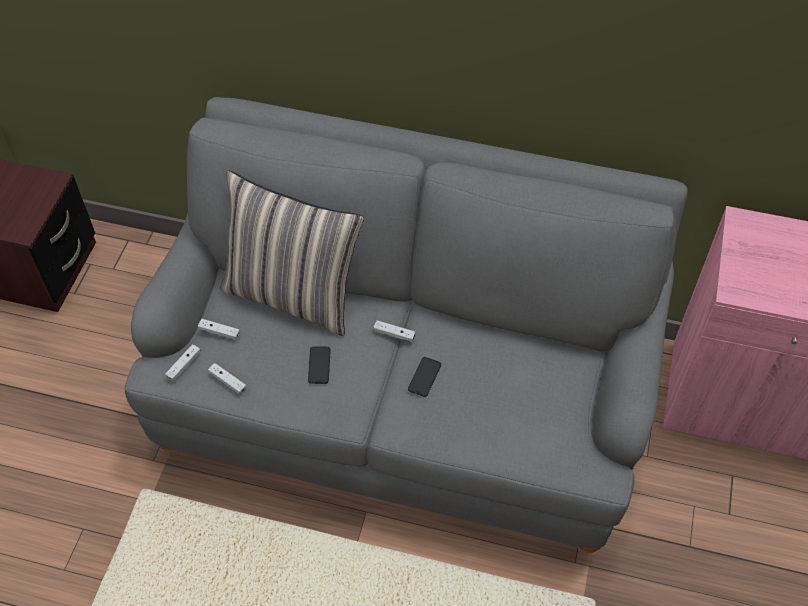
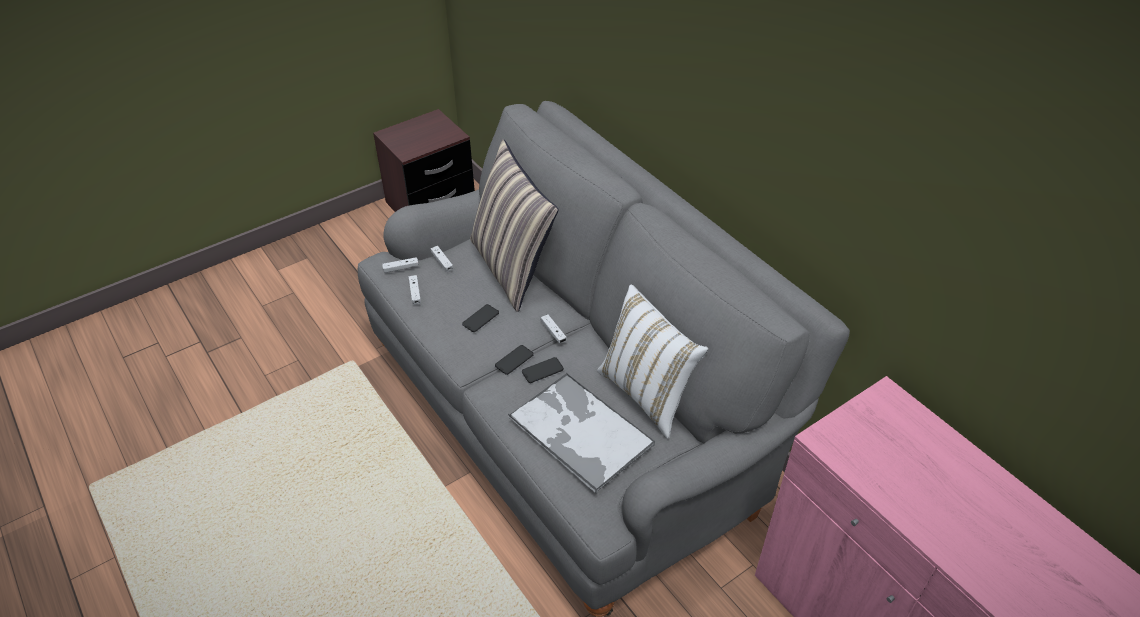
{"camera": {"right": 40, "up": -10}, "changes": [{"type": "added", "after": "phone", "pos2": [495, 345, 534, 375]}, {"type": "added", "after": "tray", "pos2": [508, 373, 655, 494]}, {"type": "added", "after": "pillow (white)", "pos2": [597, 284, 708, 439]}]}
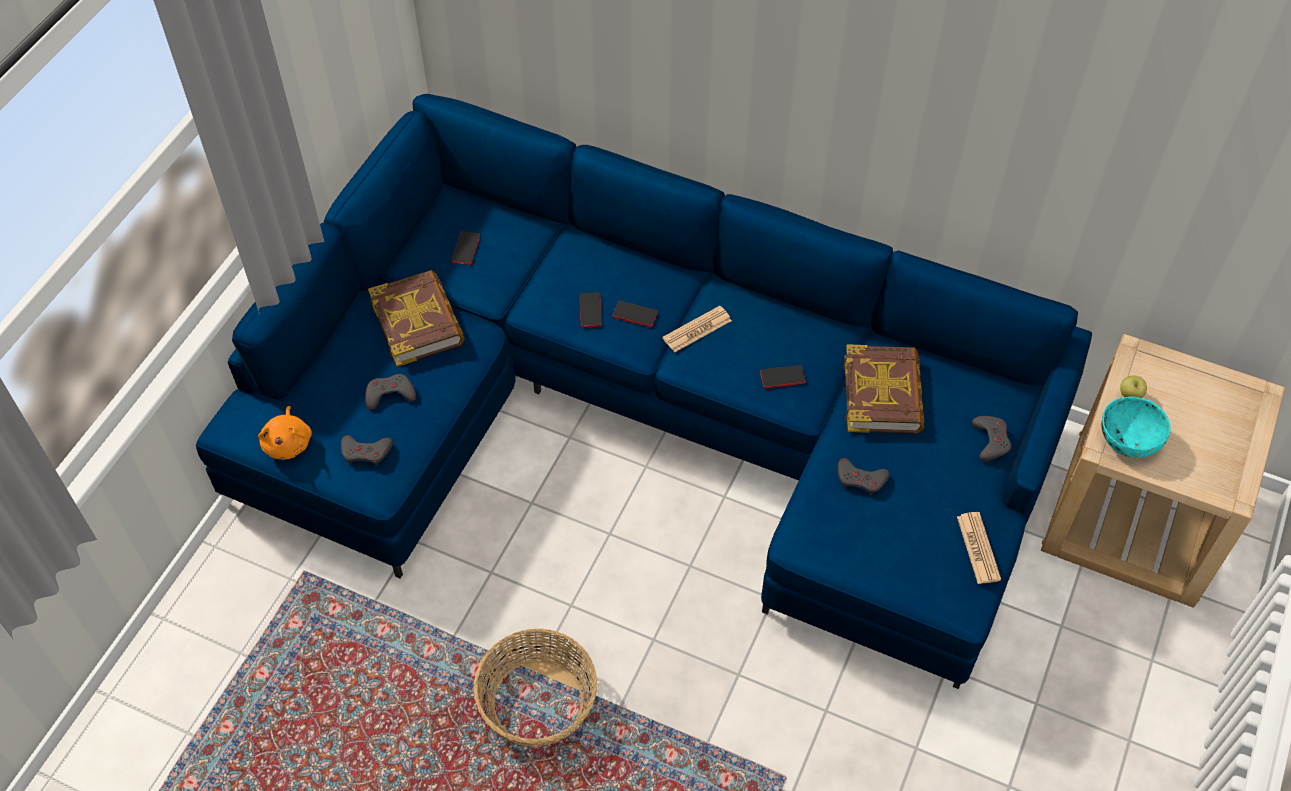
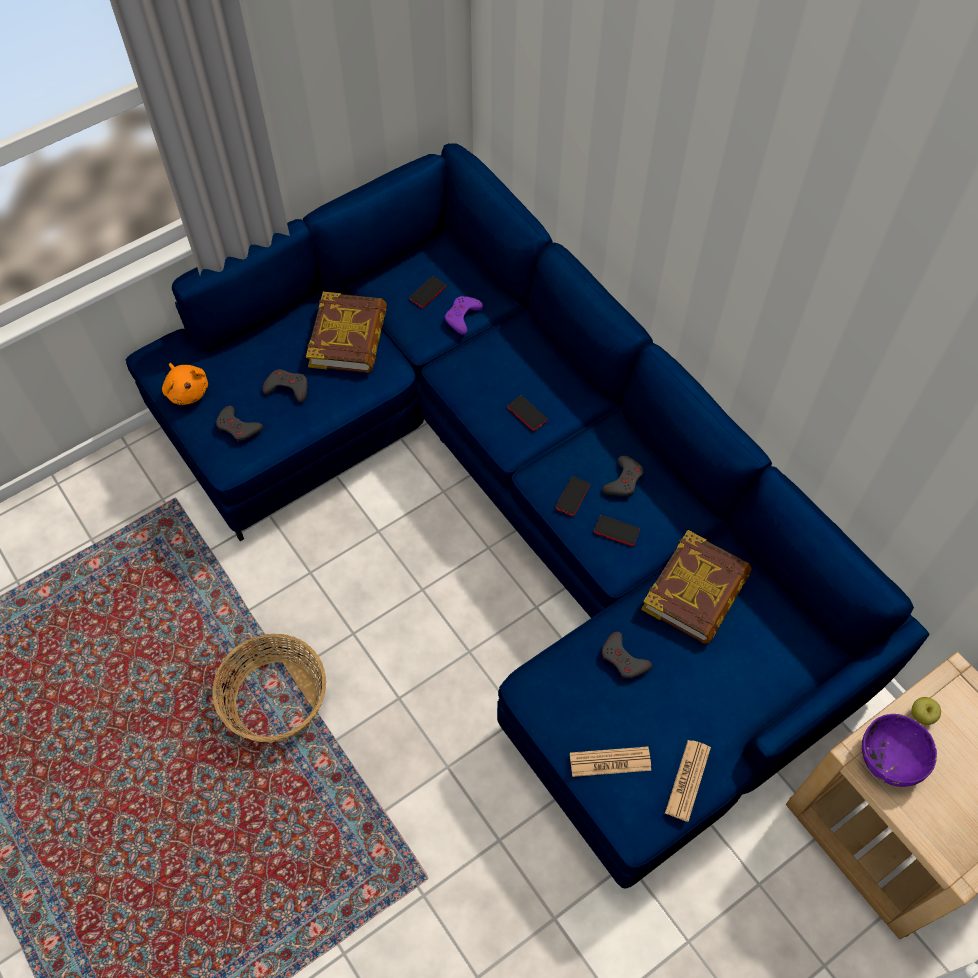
{"camera": {"right": 30, "up": 5}, "changes": [{"type": "added", "after": "game controller (purple)", "pos2": [445, 296, 483, 335]}, {"type": "moved", "before": "phone", "pos1": [580, 292, 602, 327], "pos2": [556, 476, 590, 516]}, {"type": "moved", "before": "newspaper", "pos1": [663, 306, 732, 352], "pos2": [570, 746, 651, 777]}, {"type": "moved", "before": "game controller (grey)", "pos1": [972, 416, 1011, 461], "pos2": [602, 456, 644, 496]}, {"type": "recoloured", "before": "bowl (turquoise)", "after": "bowl (purple)", "pos1": [1101, 397, 1170, 458], "pos2": [862, 714, 937, 787]}, {"type": "turned", "before": "plush toy (orange)", "pos1": [258, 406, 312, 460], "pos2": [162, 363, 208, 405], "turn": -60}]}
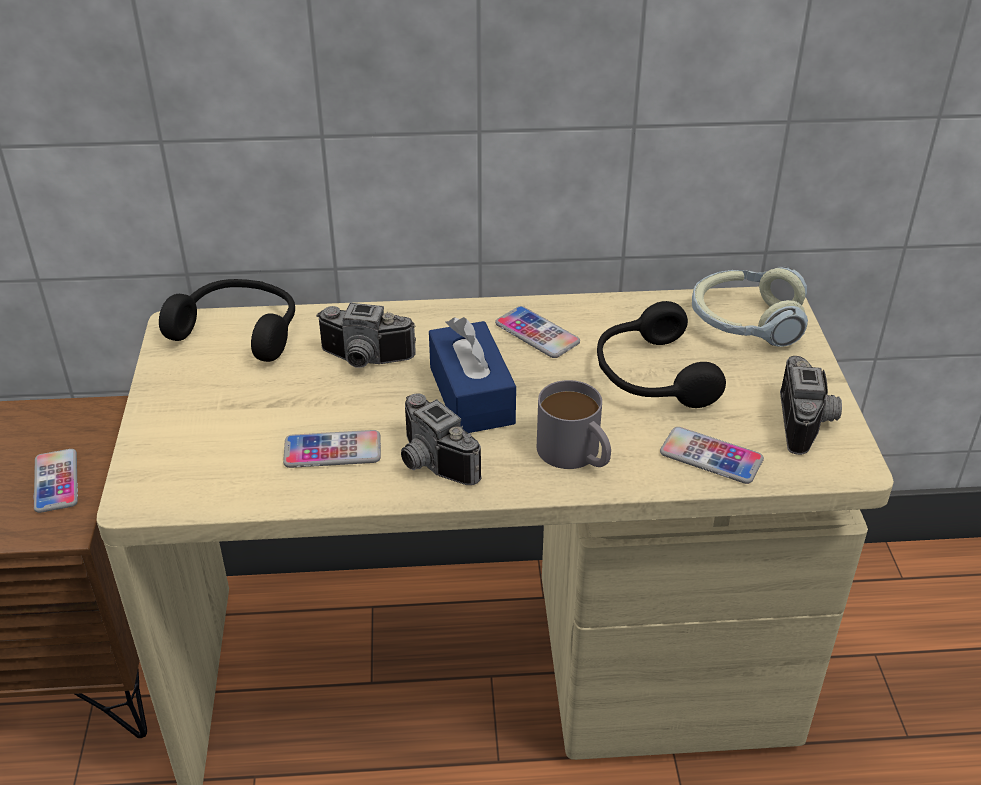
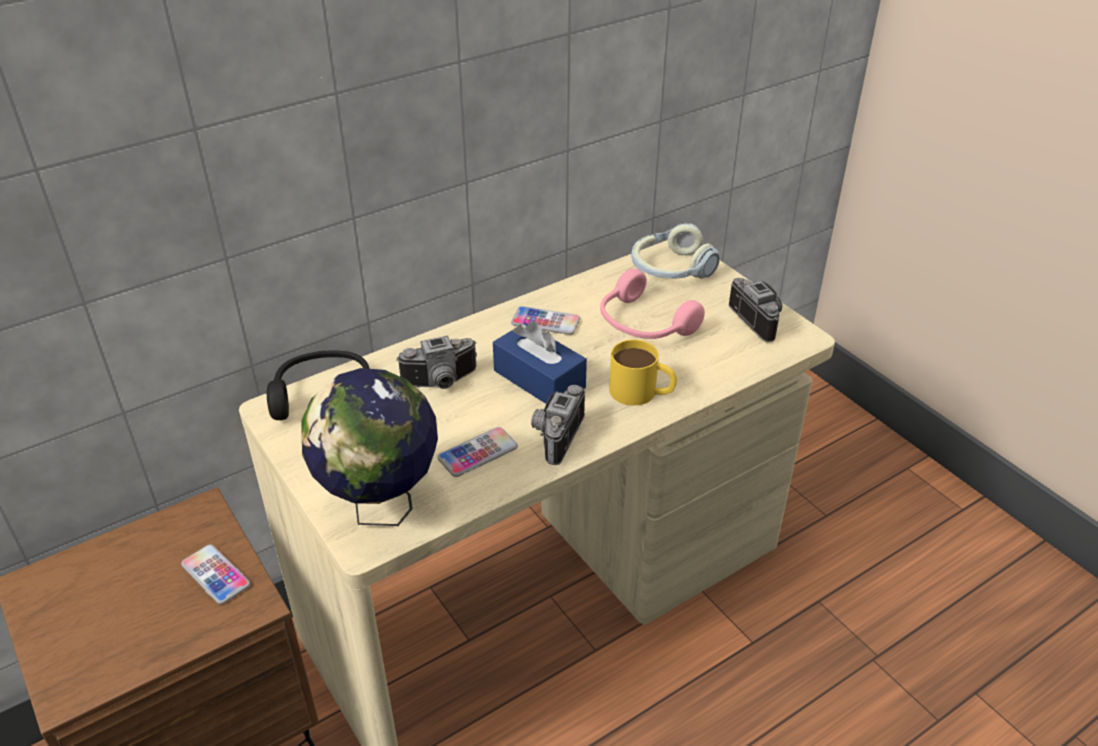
{"camera": {"right": -30, "up": 0}, "changes": [{"type": "removed", "before": "phone", "pos1": [660, 427, 764, 484]}, {"type": "added", "after": "globe", "pos2": [302, 368, 438, 526]}, {"type": "recoloured", "before": "mug (grey)", "after": "mug (yellow)", "pos1": [537, 380, 611, 469], "pos2": [609, 340, 677, 406]}, {"type": "recoloured", "before": "headphones (black)", "after": "headphones (pink)", "pos1": [597, 301, 726, 408], "pos2": [600, 269, 705, 339]}, {"type": "turned", "before": "photo camera", "pos1": [401, 394, 482, 485], "pos2": [531, 385, 585, 465], "turn": 90}]}
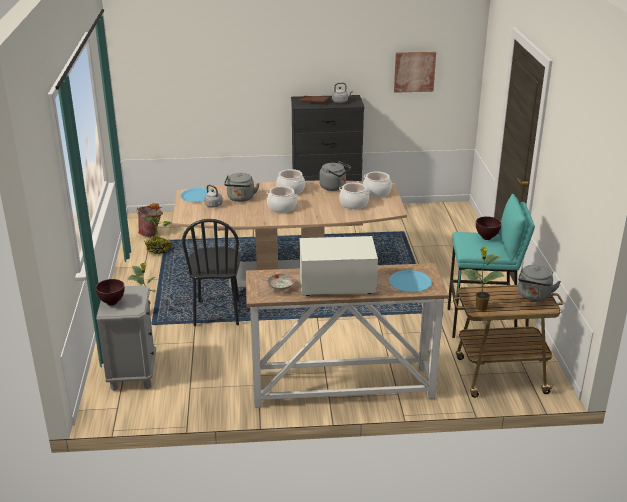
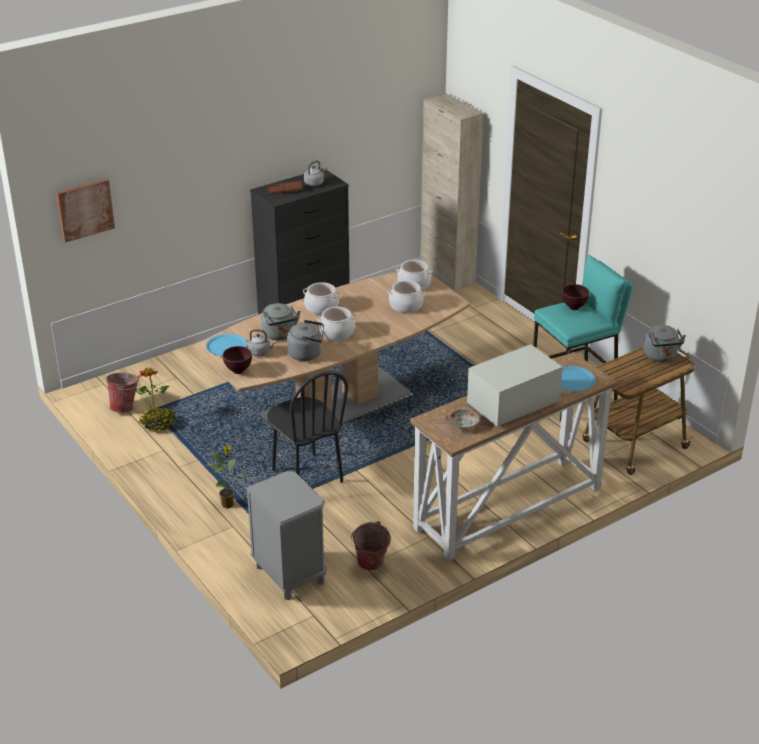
{"camera": {"right": -30, "up": 5}, "changes": [{"type": "removed", "before": "potted plant", "pos1": [462, 247, 505, 311]}, {"type": "added", "after": "bucket", "pos2": [351, 521, 391, 570]}, {"type": "added", "after": "cabinet (beige)", "pos2": [420, 93, 484, 292]}, {"type": "moved", "before": "bowl (brown)", "pos1": [96, 279, 125, 306], "pos2": [223, 346, 252, 374]}, {"type": "moved", "before": "kettle (grey)", "pos1": [319, 161, 351, 191], "pos2": [287, 320, 324, 361]}, {"type": "moved", "before": "picture", "pos1": [394, 52, 436, 93], "pos2": [56, 178, 115, 243]}]}
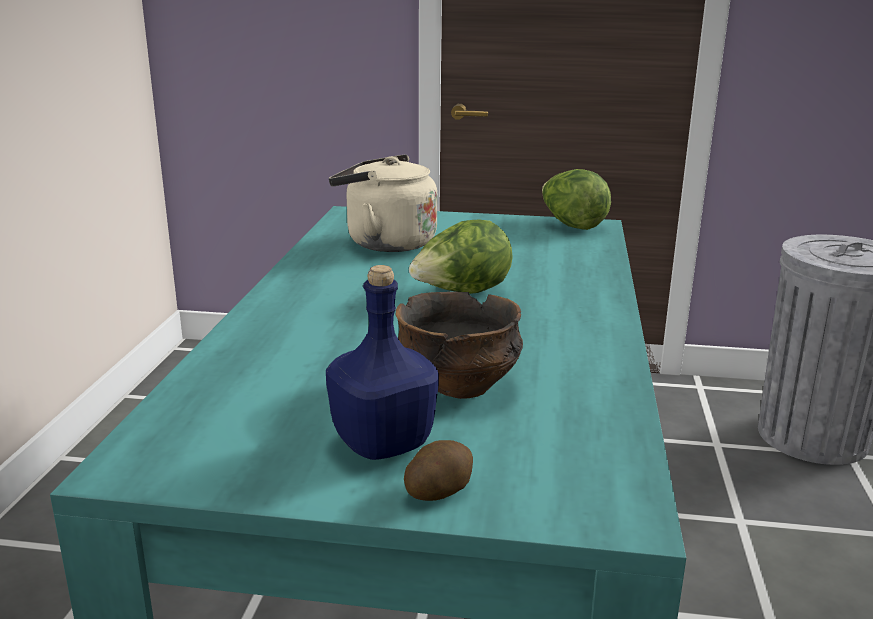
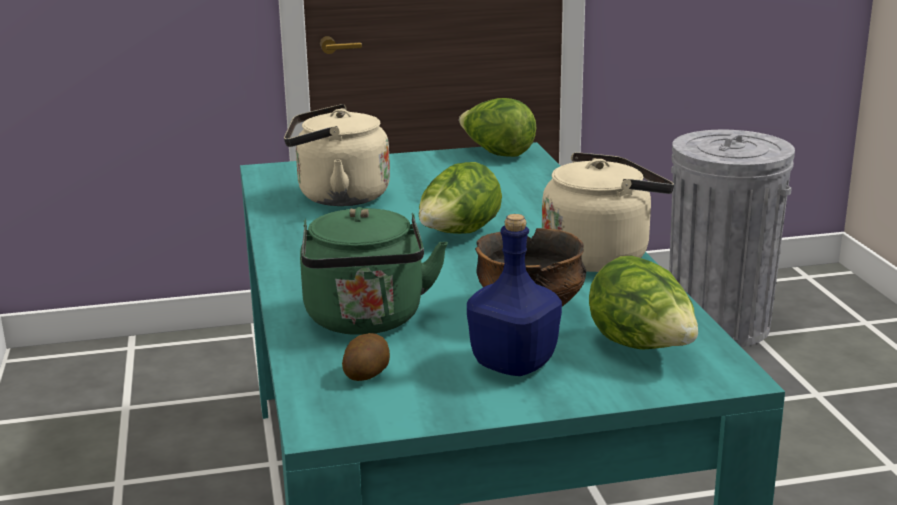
{"camera": {"right": -20, "up": 0}, "changes": [{"type": "added", "after": "kettle (green)", "pos2": [300, 207, 448, 335]}, {"type": "added", "after": "kettle (beige)", "pos2": [542, 152, 674, 272]}, {"type": "added", "after": "lettuce", "pos2": [589, 255, 698, 349]}, {"type": "moved", "before": "potato", "pos1": [404, 440, 473, 501], "pos2": [342, 333, 390, 381]}]}
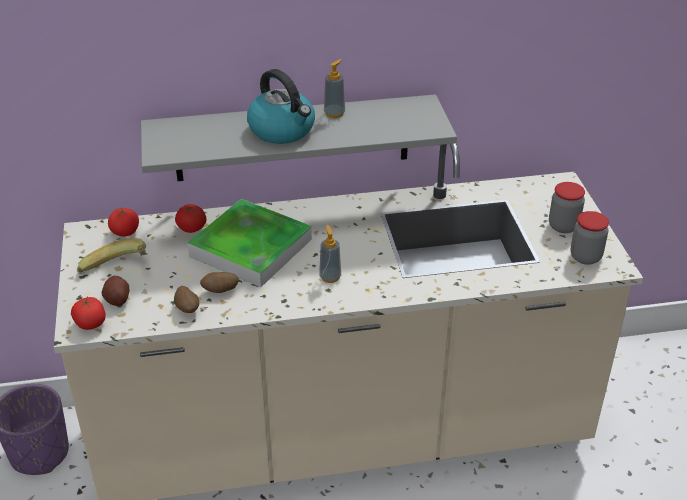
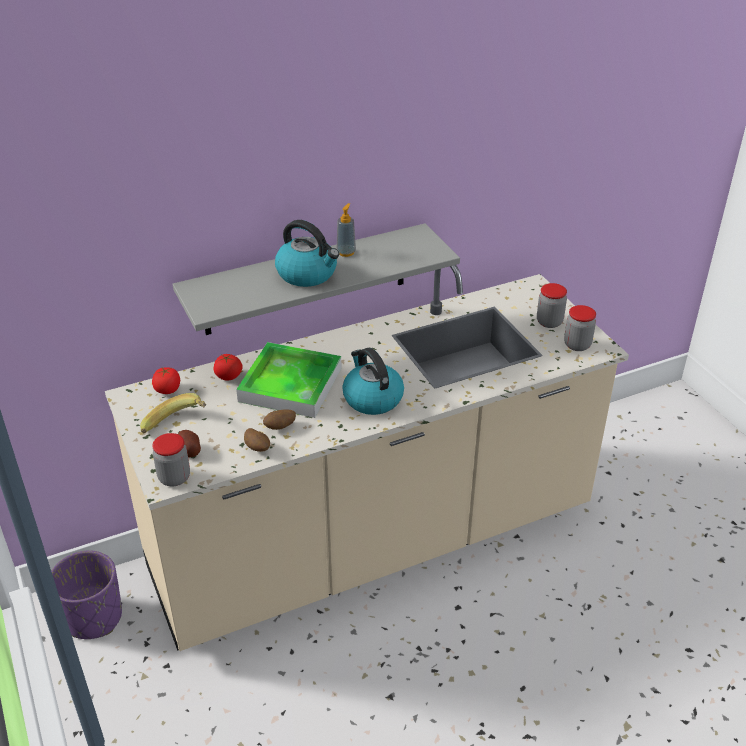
{"camera": {"right": -15, "up": 0}, "changes": [{"type": "replaced", "before": "tomato", "after": "jar", "pos1": [71, 297, 106, 330], "pos2": [152, 433, 190, 487]}, {"type": "replaced", "before": "soap dispenser", "after": "kettle", "pos1": [319, 225, 341, 283], "pos2": [342, 348, 404, 415]}]}
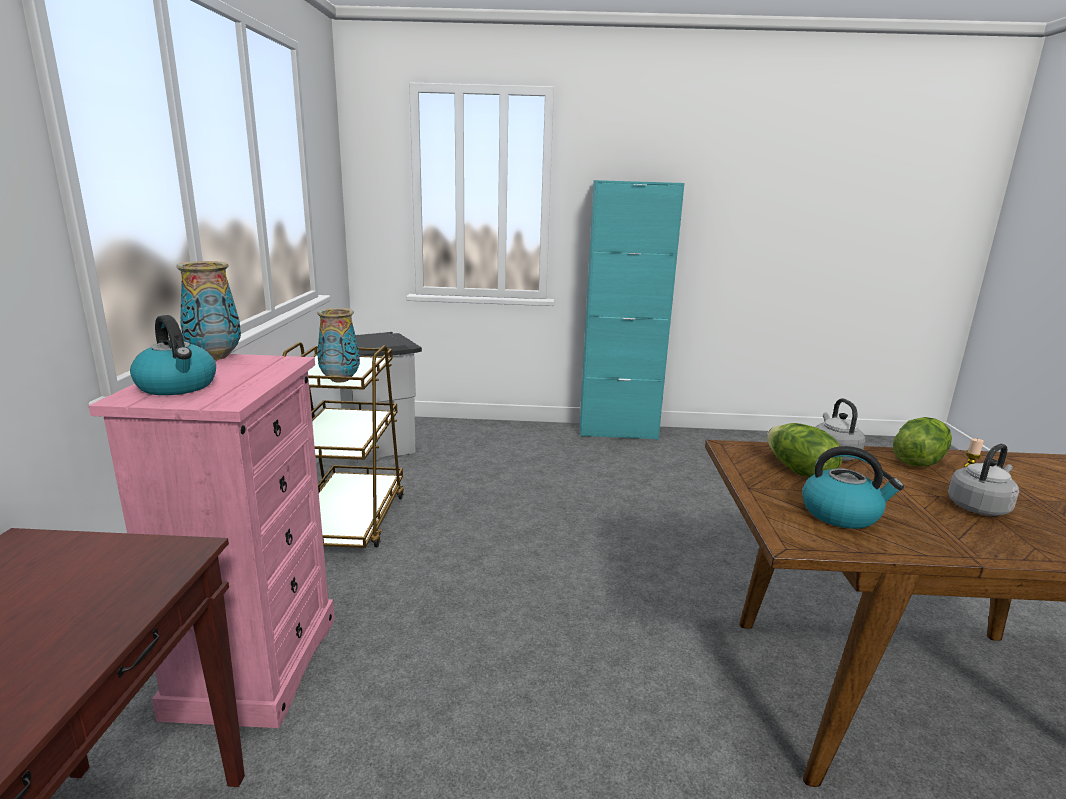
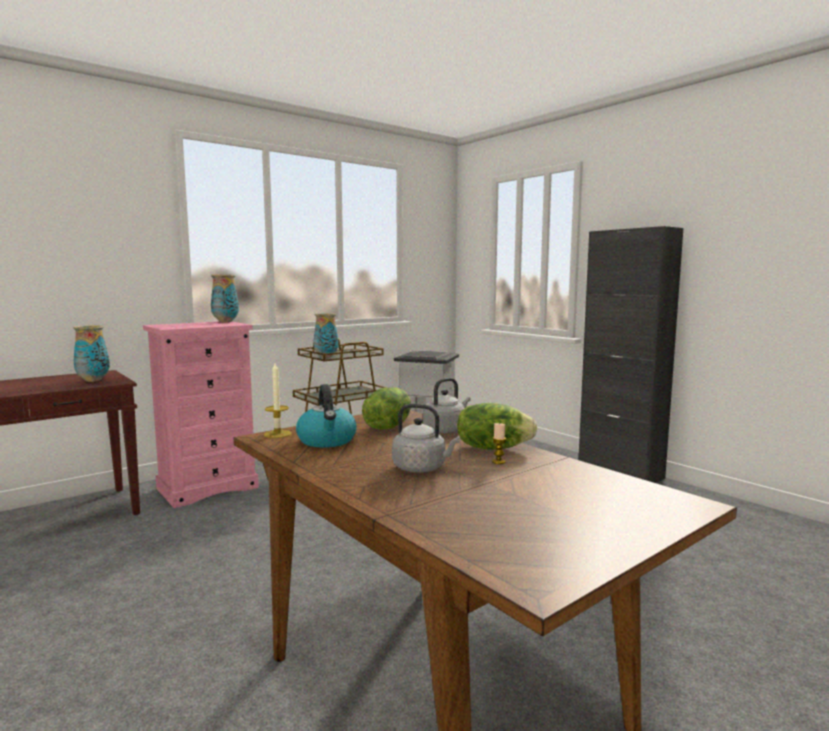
{"camera": {"right": 50, "up": -10}, "changes": [{"type": "removed", "before": "kettle", "pos1": [130, 315, 216, 395]}, {"type": "added", "after": "vase", "pos2": [73, 325, 110, 382]}, {"type": "added", "after": "candle", "pos2": [264, 363, 292, 438]}, {"type": "recoloured", "before": "cabinet (turquoise)", "after": "cabinet (black)", "pos1": [580, 180, 685, 440], "pos2": [578, 226, 683, 483]}]}
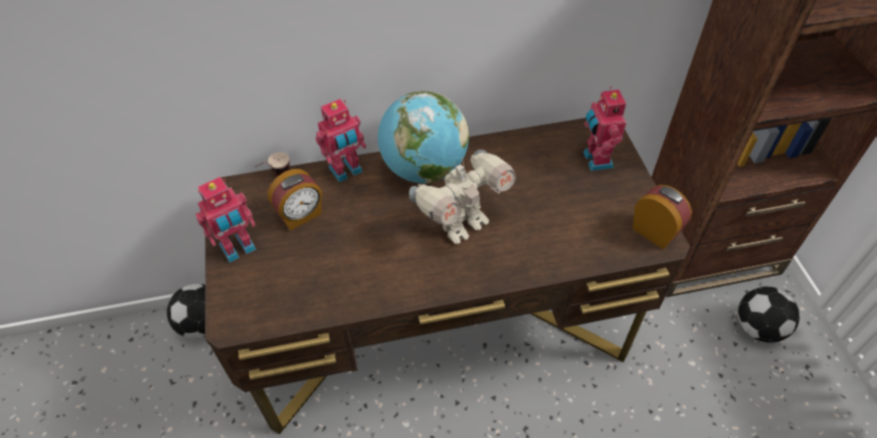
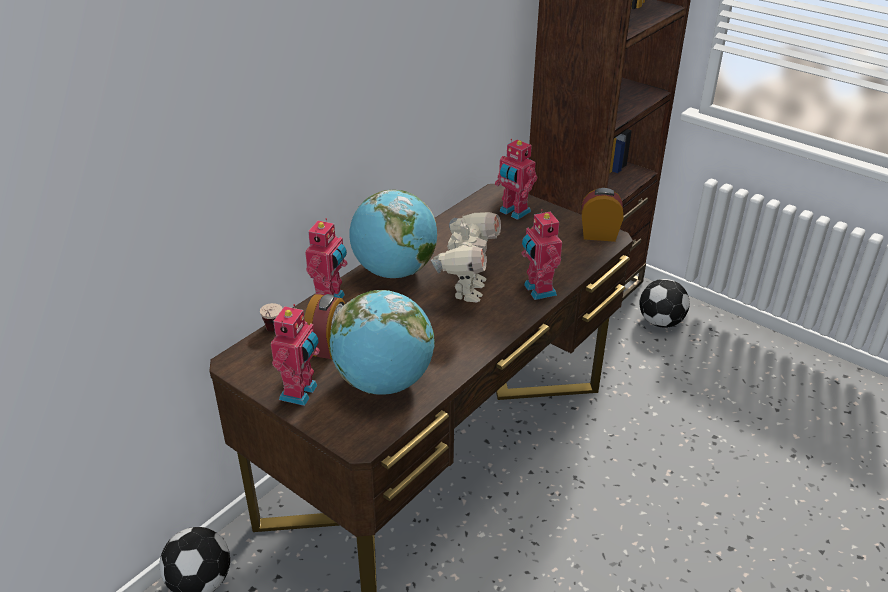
{"camera": {"right": -40, "up": -15}, "changes": [{"type": "added", "after": "globe", "pos2": [329, 290, 435, 395]}, {"type": "added", "after": "toy robot", "pos2": [521, 209, 562, 300]}]}
